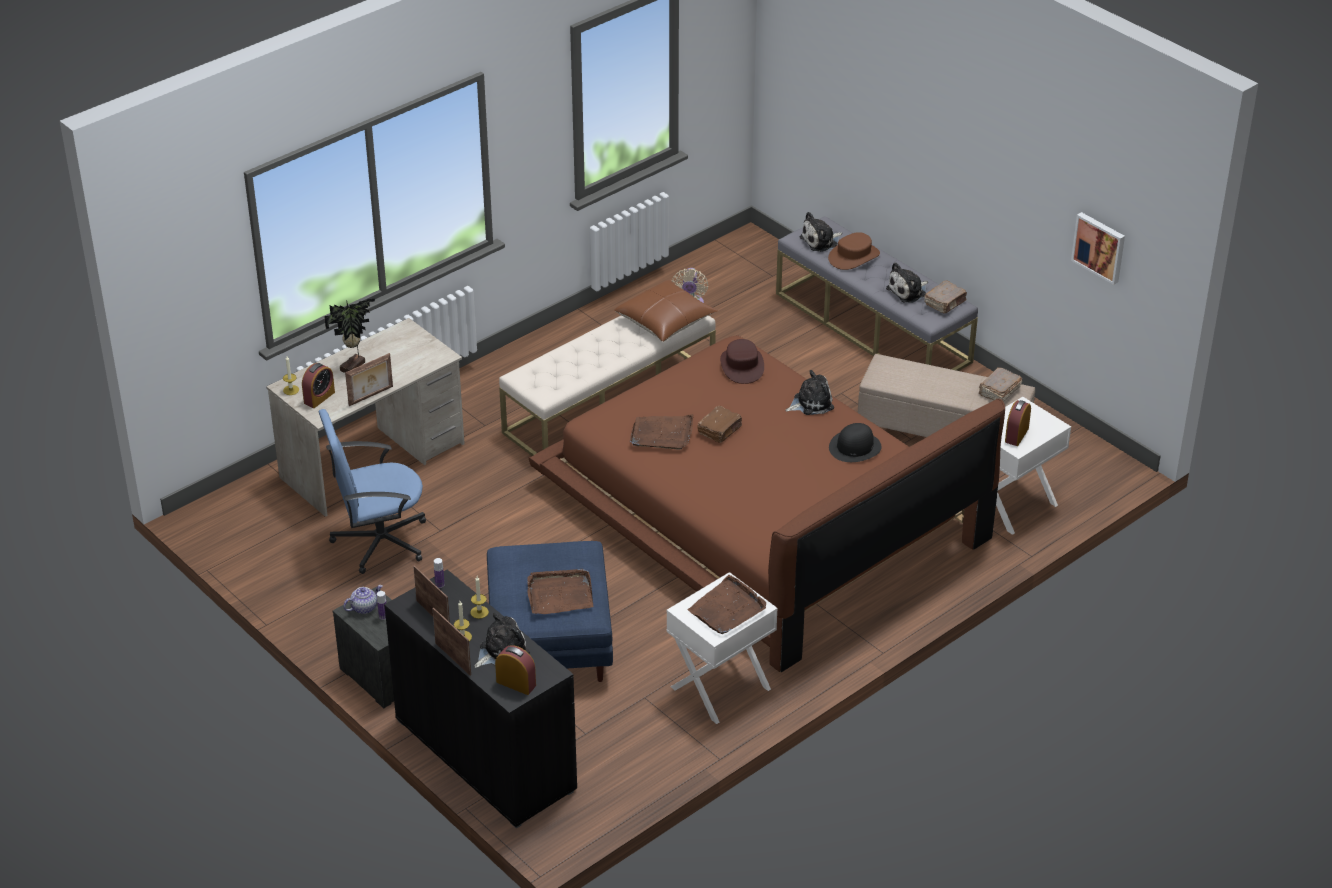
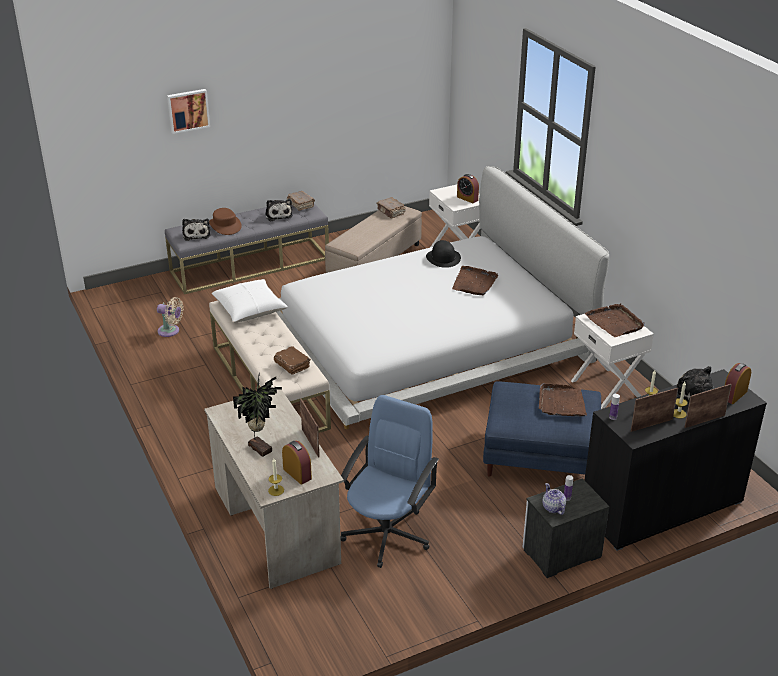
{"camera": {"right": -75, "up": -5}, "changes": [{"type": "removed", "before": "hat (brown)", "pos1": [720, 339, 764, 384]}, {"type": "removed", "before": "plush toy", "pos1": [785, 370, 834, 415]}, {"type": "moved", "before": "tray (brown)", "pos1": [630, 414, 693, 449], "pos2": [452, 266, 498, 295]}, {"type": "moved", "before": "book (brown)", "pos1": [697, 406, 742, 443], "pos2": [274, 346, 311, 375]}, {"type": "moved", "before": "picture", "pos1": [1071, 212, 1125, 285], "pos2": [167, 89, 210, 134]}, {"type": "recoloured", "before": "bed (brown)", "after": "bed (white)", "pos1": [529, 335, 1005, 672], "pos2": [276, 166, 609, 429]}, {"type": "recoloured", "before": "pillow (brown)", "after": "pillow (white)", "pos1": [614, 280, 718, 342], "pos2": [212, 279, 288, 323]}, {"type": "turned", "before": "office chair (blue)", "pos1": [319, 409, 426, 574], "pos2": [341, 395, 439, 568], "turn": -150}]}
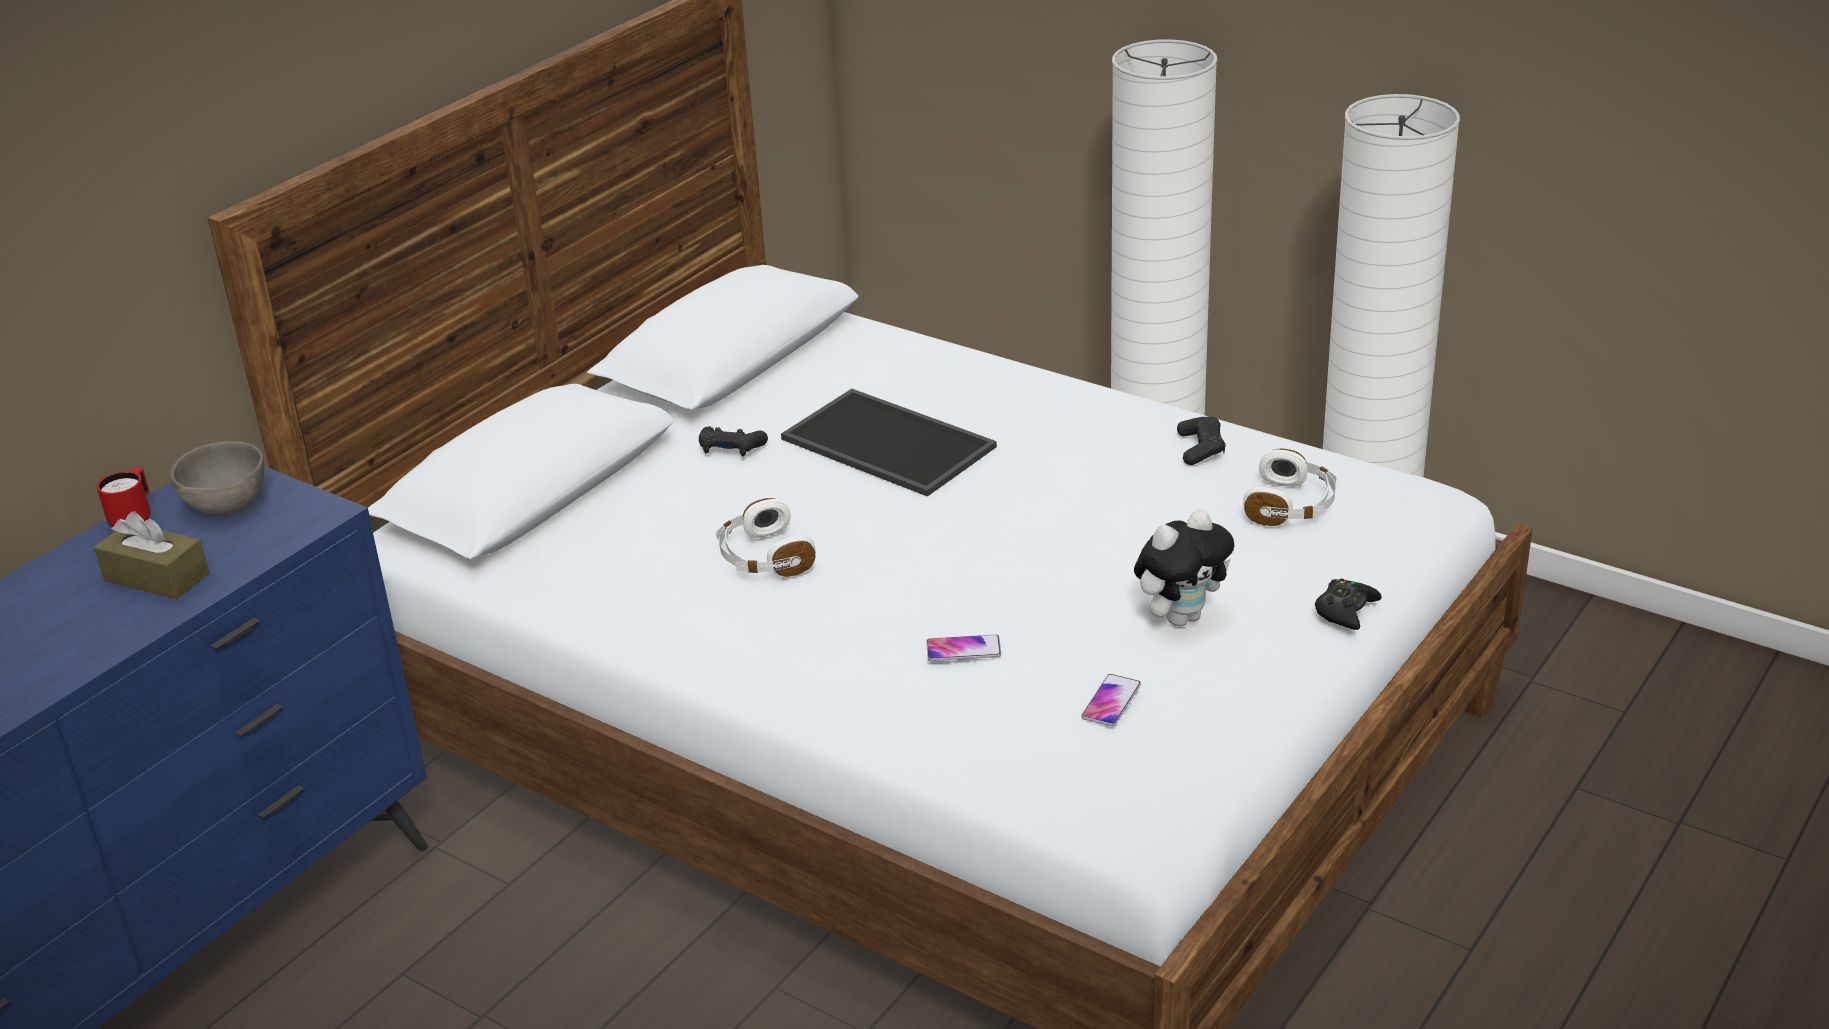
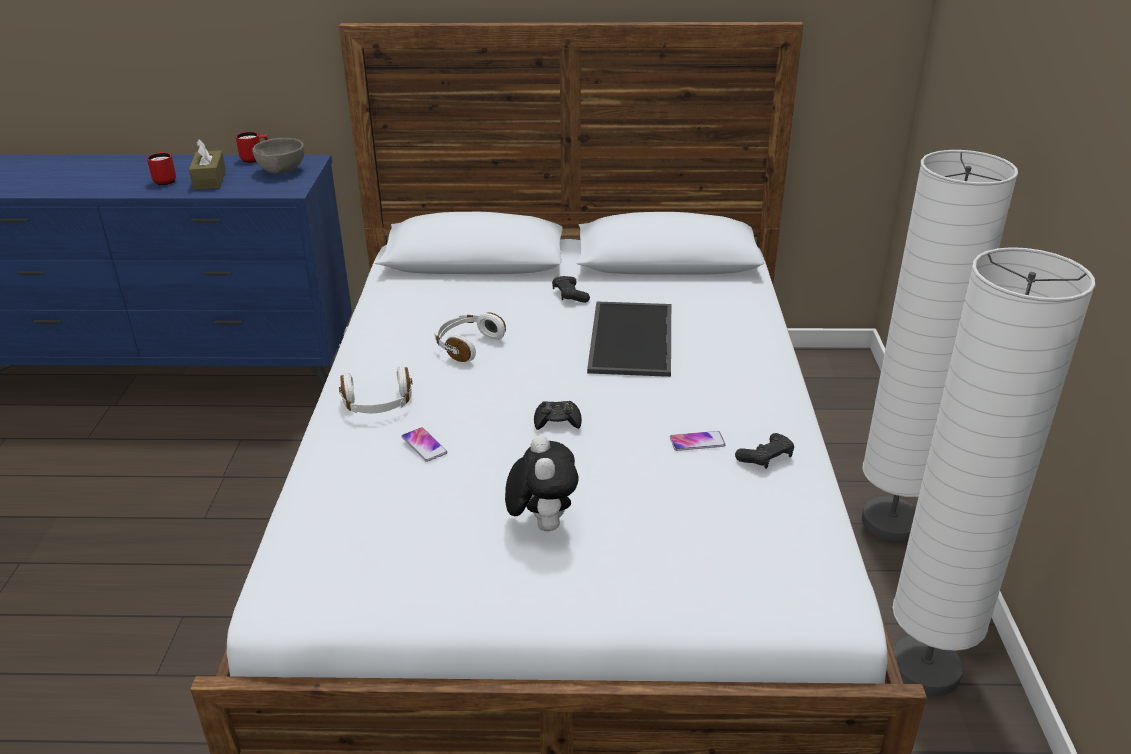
{"camera": {"right": 55, "up": 0}, "changes": [{"type": "added", "after": "mug (red)", "pos2": [147, 152, 176, 186]}, {"type": "moved", "before": "phone", "pos1": [1081, 674, 1141, 726], "pos2": [670, 431, 726, 451]}, {"type": "moved", "before": "headphones (white)", "pos1": [1243, 448, 1337, 526], "pos2": [339, 366, 412, 413]}, {"type": "moved", "before": "game controller (black)", "pos1": [1315, 579, 1382, 630], "pos2": [534, 401, 582, 430]}, {"type": "turned", "before": "plush toy", "pos1": [1134, 510, 1234, 626], "pos2": [505, 435, 579, 531], "turn": -120}]}
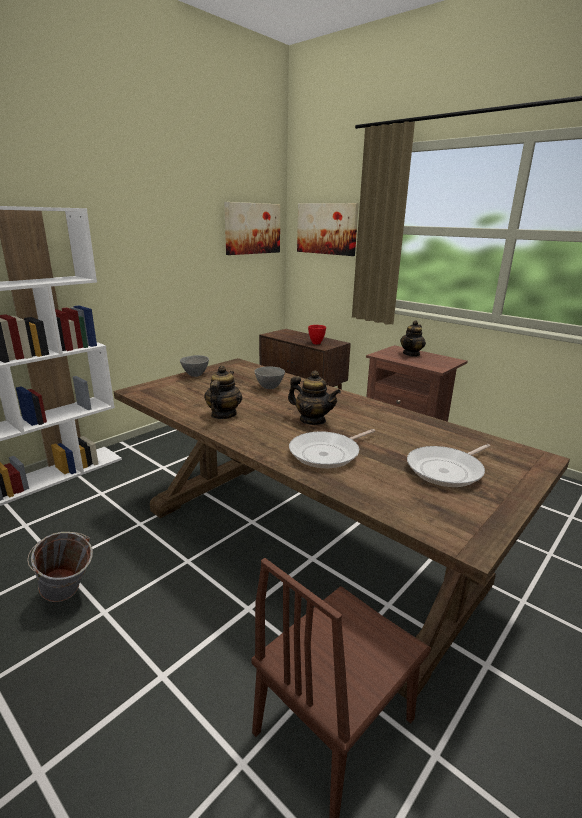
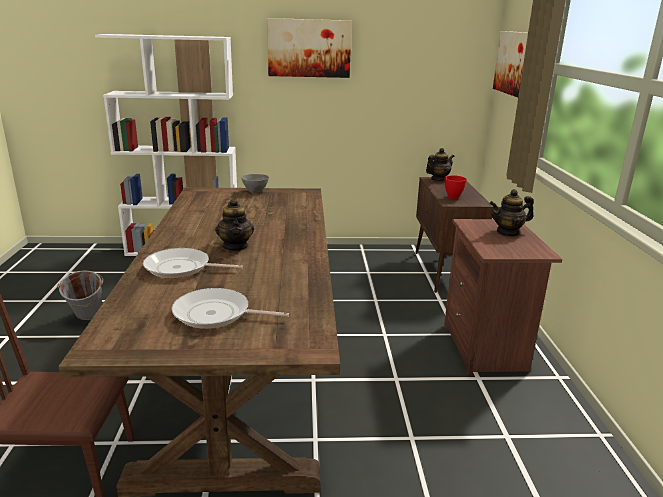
{"camera": {"right": 45, "up": 0}, "changes": [{"type": "removed", "before": "bowl (grey)", "pos1": [254, 366, 285, 389]}, {"type": "moved", "before": "teapot", "pos1": [204, 365, 242, 419], "pos2": [426, 148, 454, 181]}, {"type": "moved", "before": "picture", "pos1": [224, 202, 280, 255], "pos2": [267, 18, 352, 78]}]}
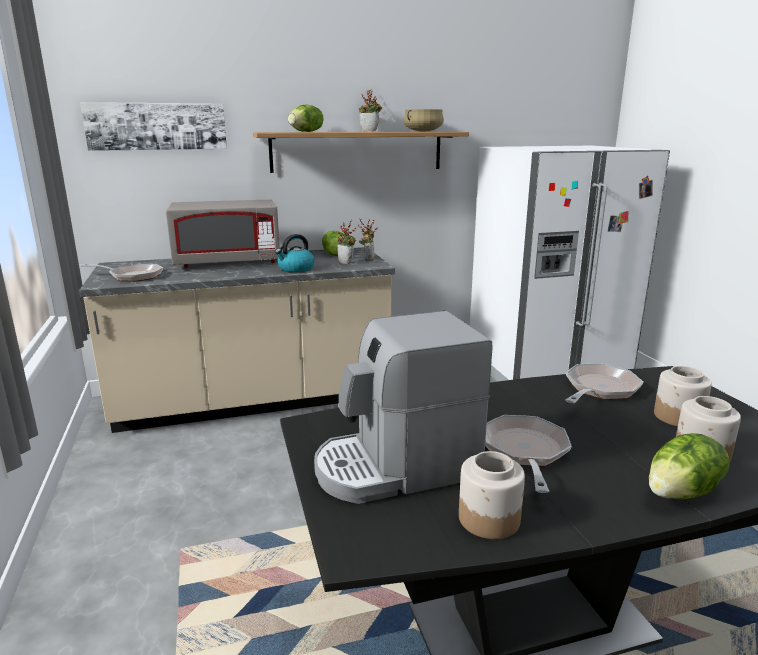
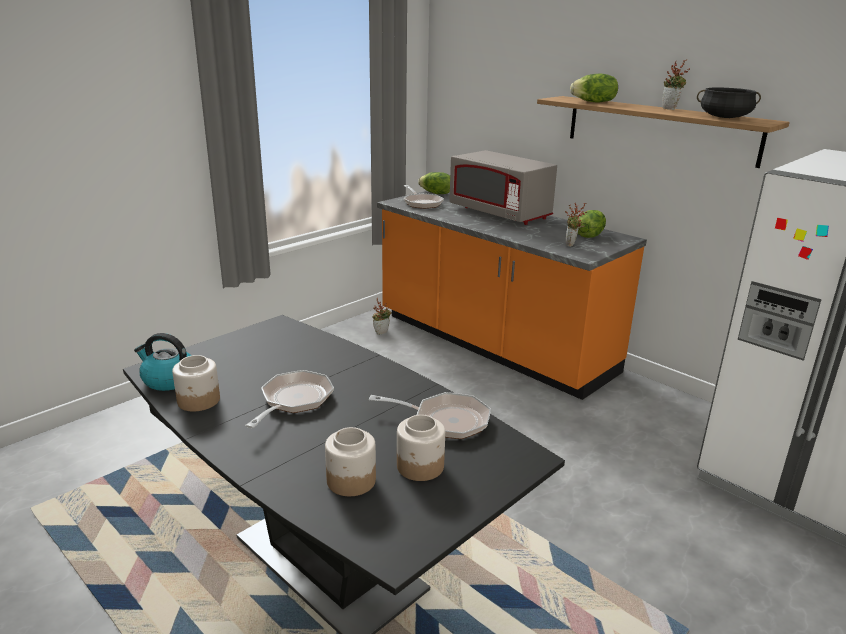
{"camera": {"right": 60, "up": 5}, "changes": [{"type": "removed", "before": "picture", "pos1": [80, 102, 227, 151]}, {"type": "removed", "before": "coffee machine", "pos1": [314, 310, 492, 504]}, {"type": "moved", "before": "kettle", "pos1": [275, 234, 315, 273], "pos2": [134, 333, 191, 391]}, {"type": "moved", "before": "potted plant", "pos1": [358, 218, 377, 260], "pos2": [372, 298, 392, 334]}, {"type": "moved", "before": "lettuce", "pos1": [649, 433, 730, 500], "pos2": [418, 172, 450, 194]}, {"type": "recoloured", "before": "counter (beige)", "after": "counter (orange)", "pos1": [79, 247, 395, 433], "pos2": [377, 191, 647, 400]}, {"type": "recoloured", "before": "cooking pot (beige)", "after": "cooking pot (black)", "pos1": [403, 109, 444, 132], "pos2": [697, 88, 761, 118]}, {"type": "turned", "before": "frying pan", "pos1": [485, 415, 572, 493], "pos2": [245, 370, 334, 428], "turn": -45}]}
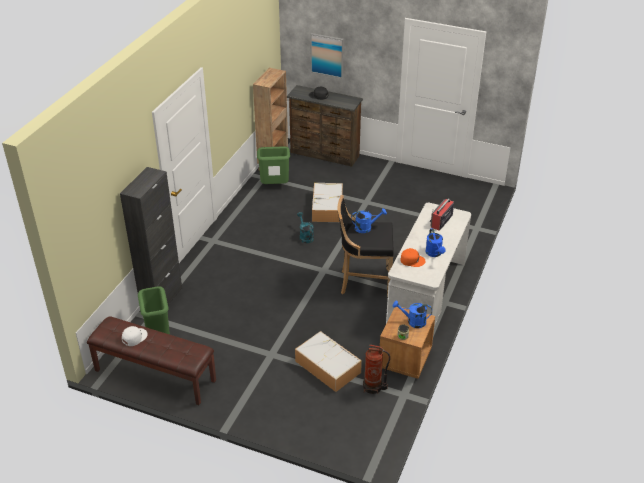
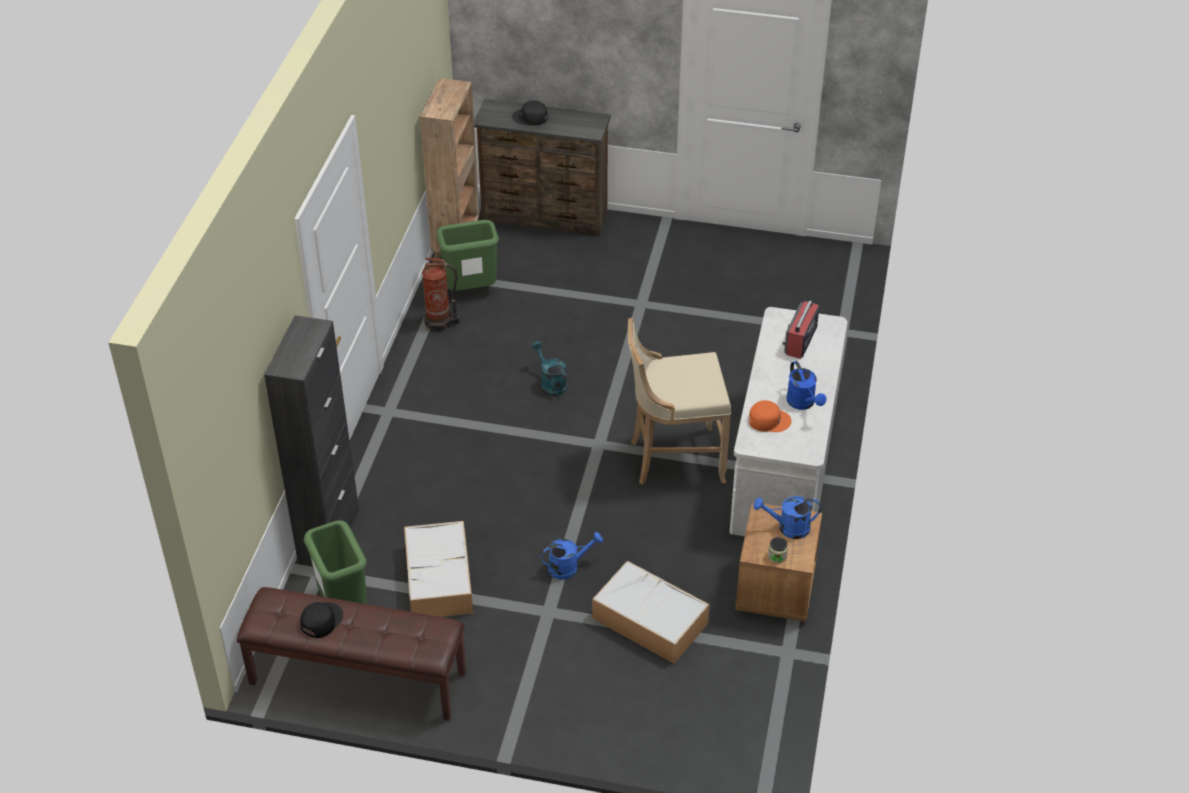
{"camera": {"right": -10, "up": 5}, "changes": [{"type": "removed", "before": "picture", "pos1": [310, 33, 344, 78]}, {"type": "moved", "before": "storage box", "pos1": [312, 183, 343, 222], "pos2": [404, 521, 473, 617]}, {"type": "moved", "before": "watering can (blue)", "pos1": [351, 208, 387, 233], "pos2": [541, 532, 603, 580]}, {"type": "moved", "before": "fire extinguisher", "pos1": [363, 344, 390, 394], "pos2": [422, 258, 460, 331]}, {"type": "recoloured", "before": "cap (white)", "after": "cap (black)", "pos1": [122, 326, 148, 346], "pos2": [300, 602, 343, 638]}, {"type": "recoloured", "before": "stool (black)", "after": "stool (beige)", "pos1": [338, 195, 394, 297], "pos2": [628, 318, 731, 485]}]}
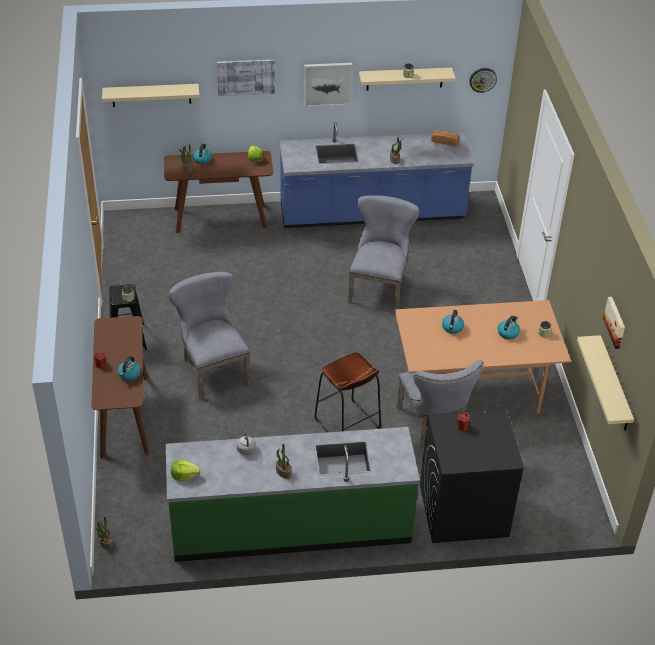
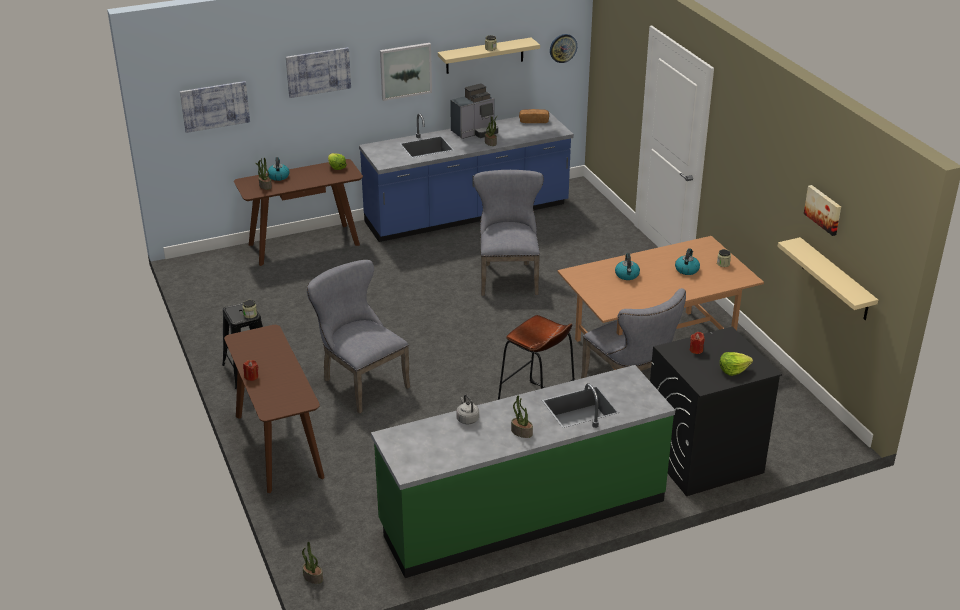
{"camera": {"right": -15, "up": -10}, "changes": [{"type": "removed", "before": "kettle", "pos1": [117, 356, 141, 381]}, {"type": "added", "after": "coffee machine", "pos2": [450, 83, 498, 139]}, {"type": "moved", "before": "lettuce", "pos1": [171, 459, 201, 481], "pos2": [720, 352, 753, 376]}, {"type": "replaced", "before": "shelf (beige)", "after": "picture", "pos1": [102, 84, 200, 107], "pos2": [180, 81, 250, 133]}]}
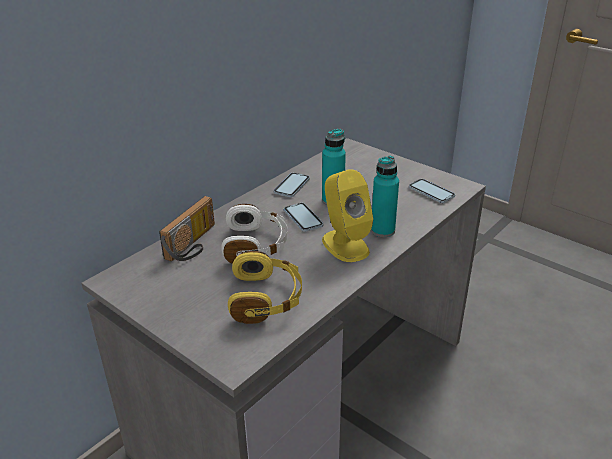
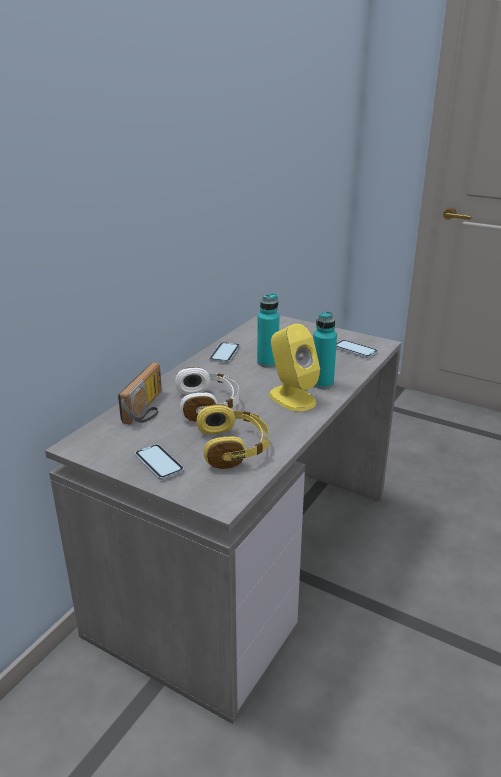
{"camera": {"right": -10, "up": -5}, "changes": [{"type": "moved", "before": "phone", "pos1": [284, 203, 323, 232], "pos2": [135, 444, 184, 480]}]}
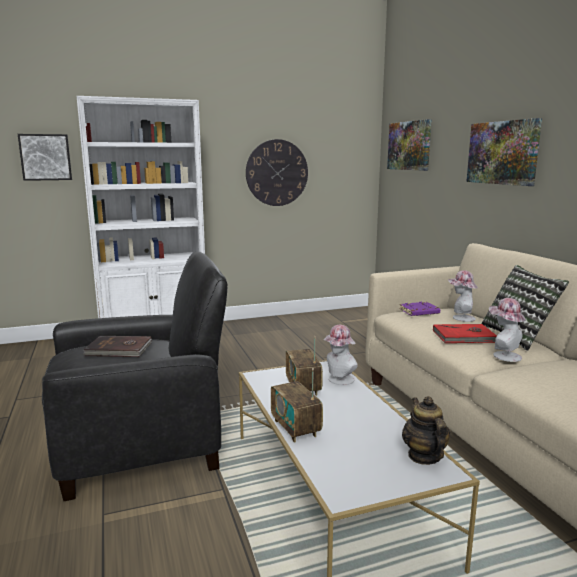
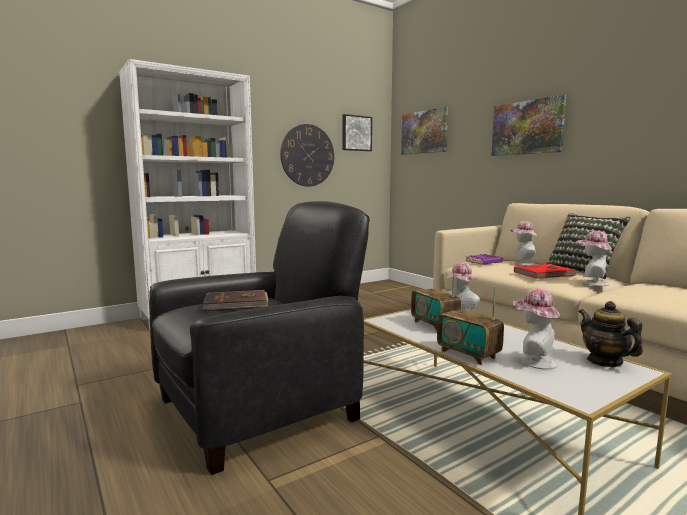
{"camera": {"right": -15, "up": -5}, "changes": [{"type": "added", "after": "hat", "pos2": [513, 288, 560, 369]}, {"type": "moved", "before": "picture", "pos1": [18, 134, 72, 181], "pos2": [343, 114, 372, 151]}]}
